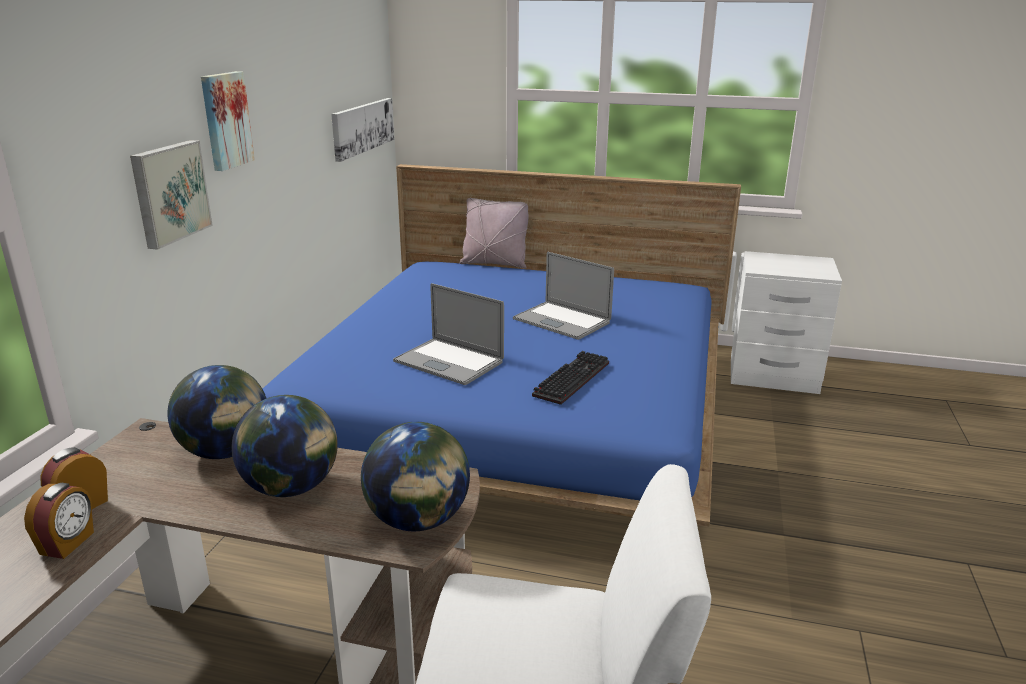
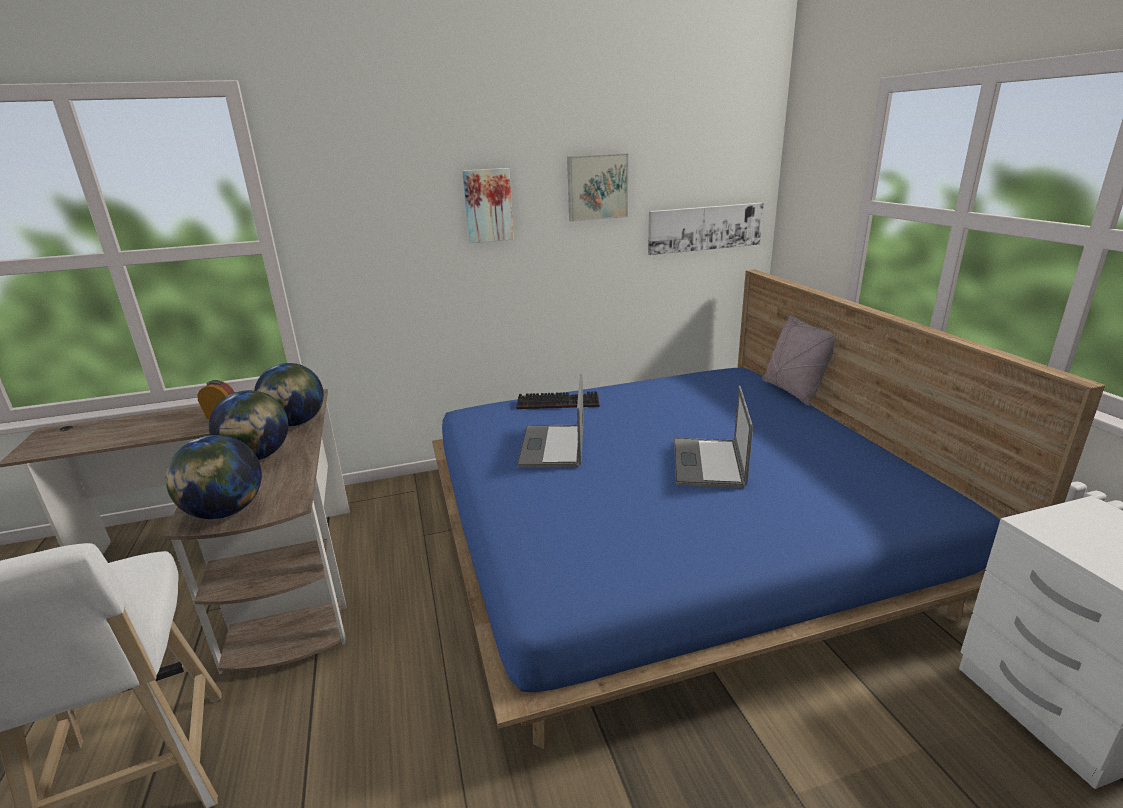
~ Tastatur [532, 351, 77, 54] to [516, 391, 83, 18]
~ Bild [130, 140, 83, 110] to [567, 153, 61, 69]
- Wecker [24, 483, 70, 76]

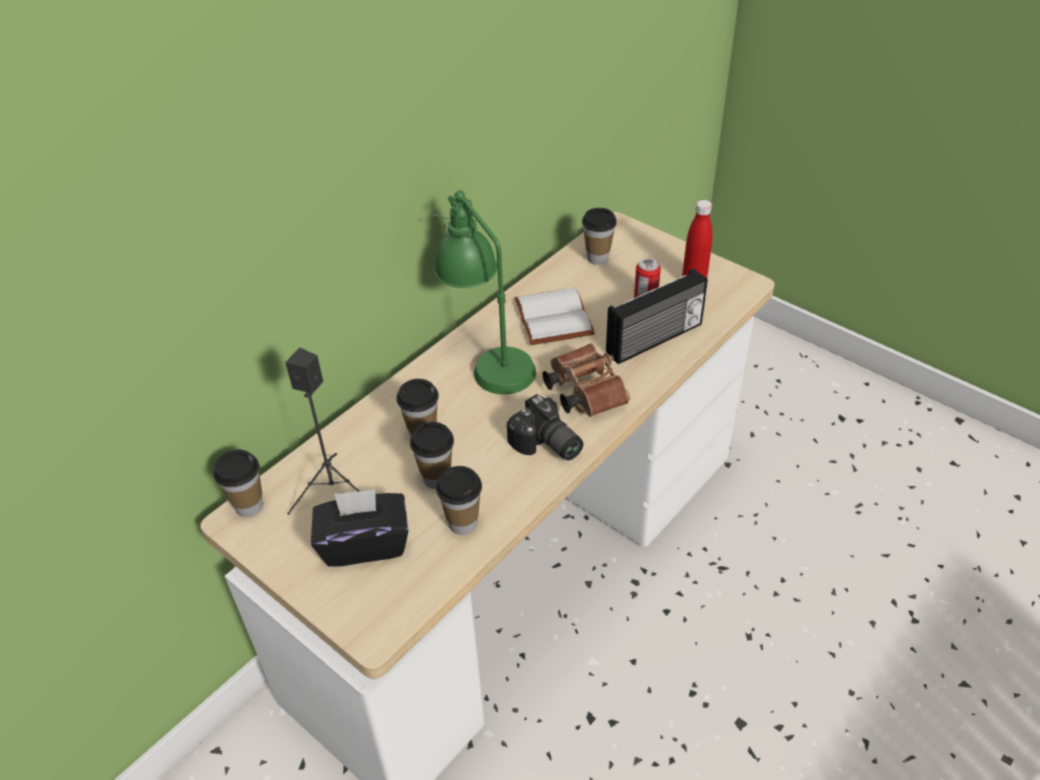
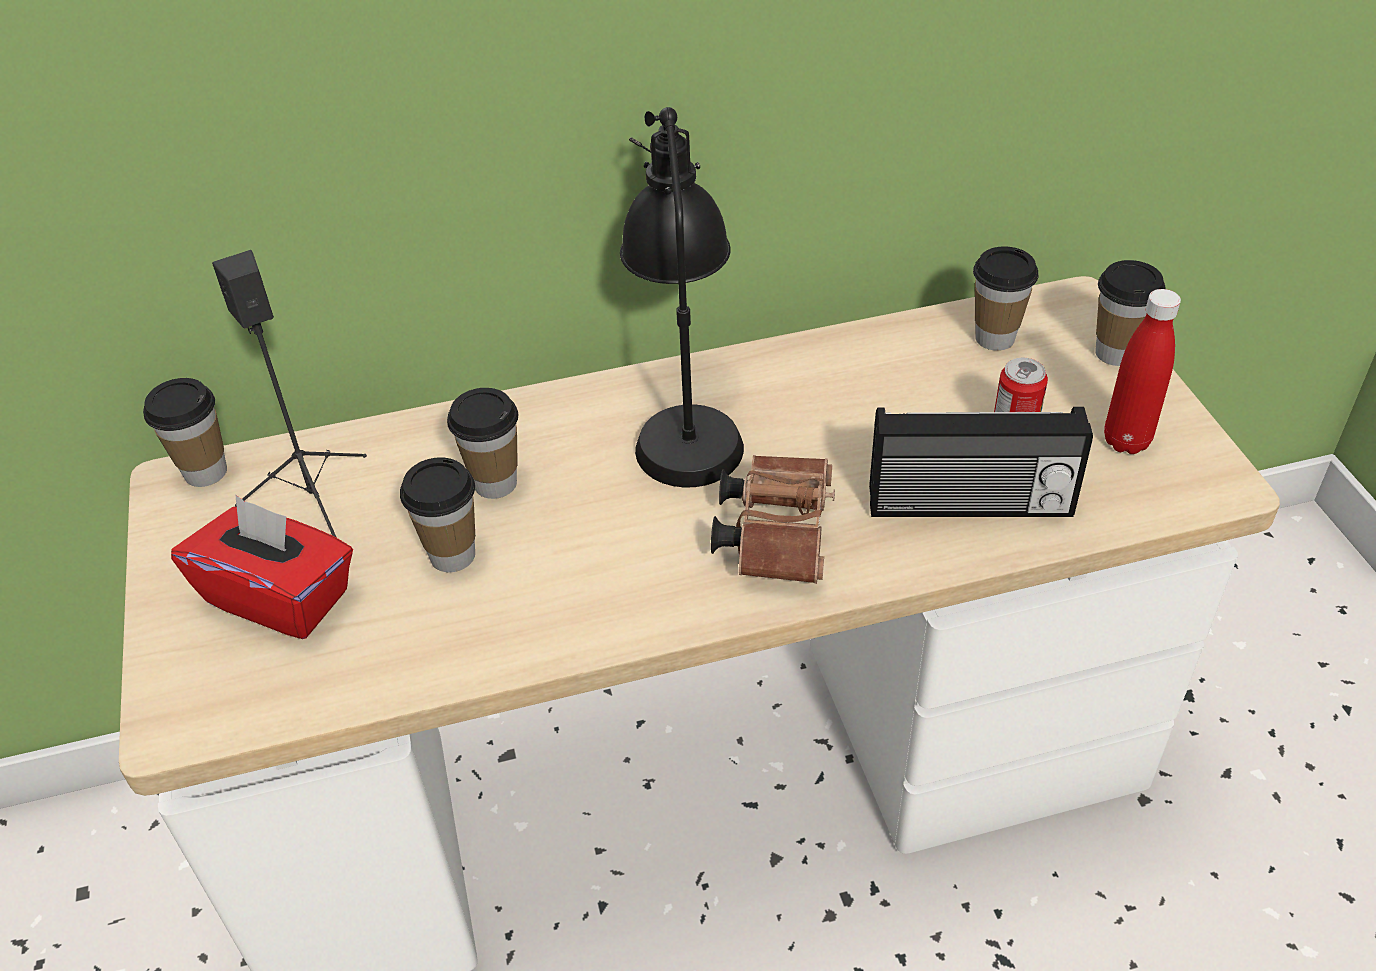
~ Taschentuchbox/schwarz [311, 489, 98, 78] to Taschentuchbox/rot [171, 495, 182, 144]
~ Tischlampe/grün [433, 190, 103, 205] to Tischlampe/schwarz [620, 107, 124, 380]
~ Tasse [436, 466, 46, 69] to [1095, 260, 71, 106]
- Kamera [507, 394, 76, 66]
- Buch/weiß [514, 288, 81, 57]

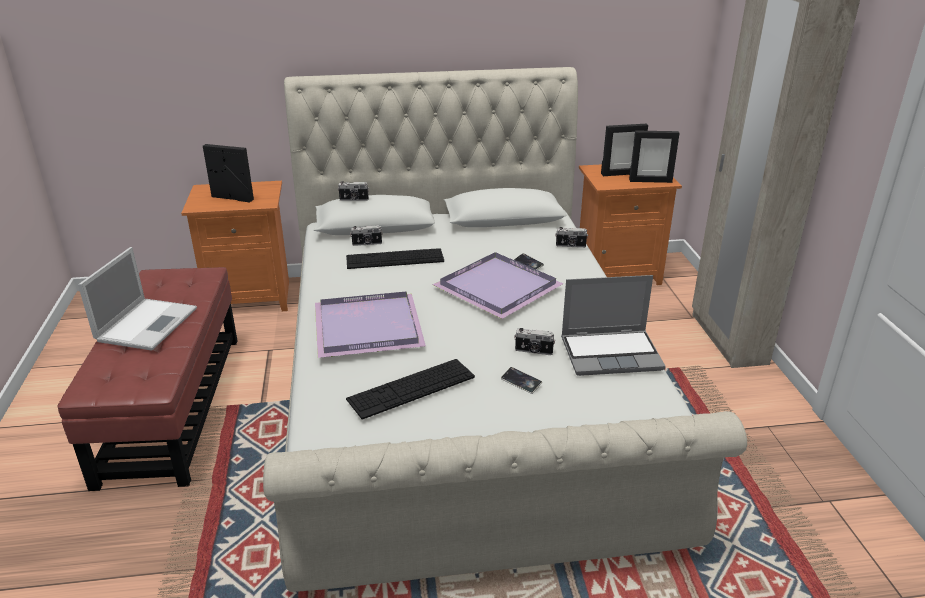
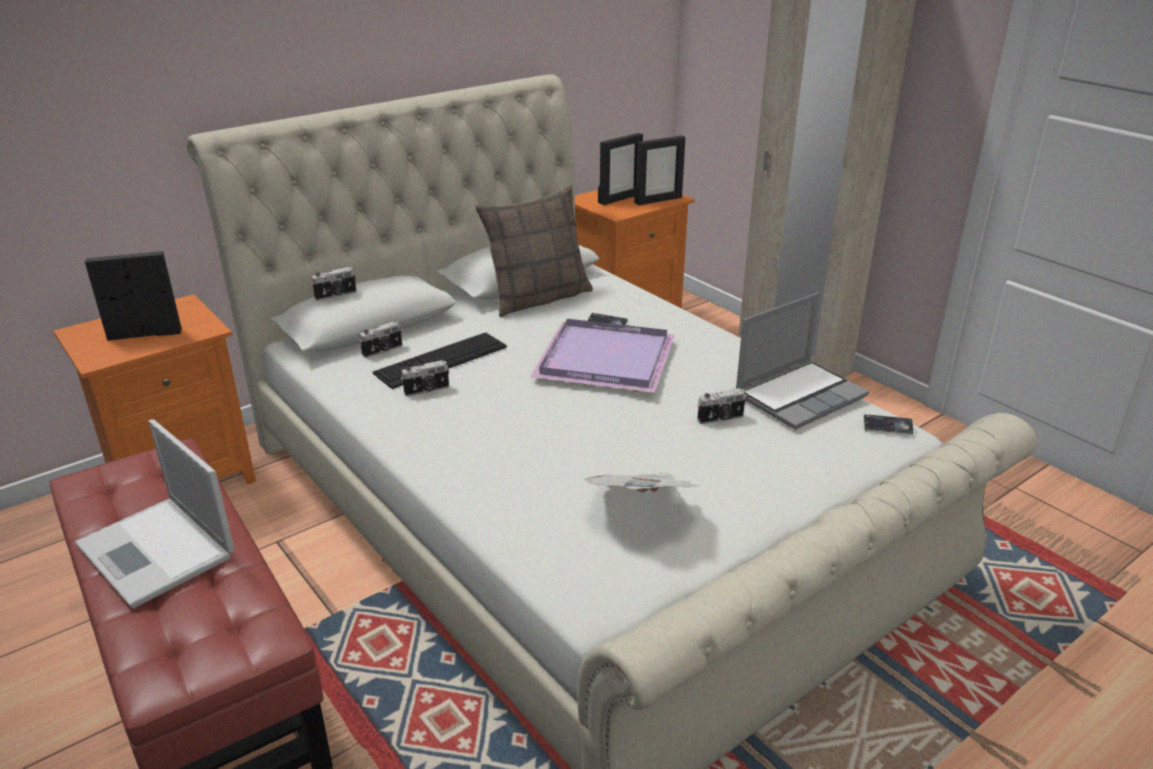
~ Laptop [78, 247, 119, 104] = [75, 419, 160, 190] 150 degrees clockwise
~ Kamera [555, 227, 33, 21] to [401, 360, 49, 37]
+ Kissen [475, 185, 118, 132]
~ Tastatur [346, 359, 129, 61] to Zeitung [585, 473, 113, 20]
~ Handy [501, 367, 41, 27] to [863, 414, 51, 22]
- Tablett/lila [315, 292, 111, 66]

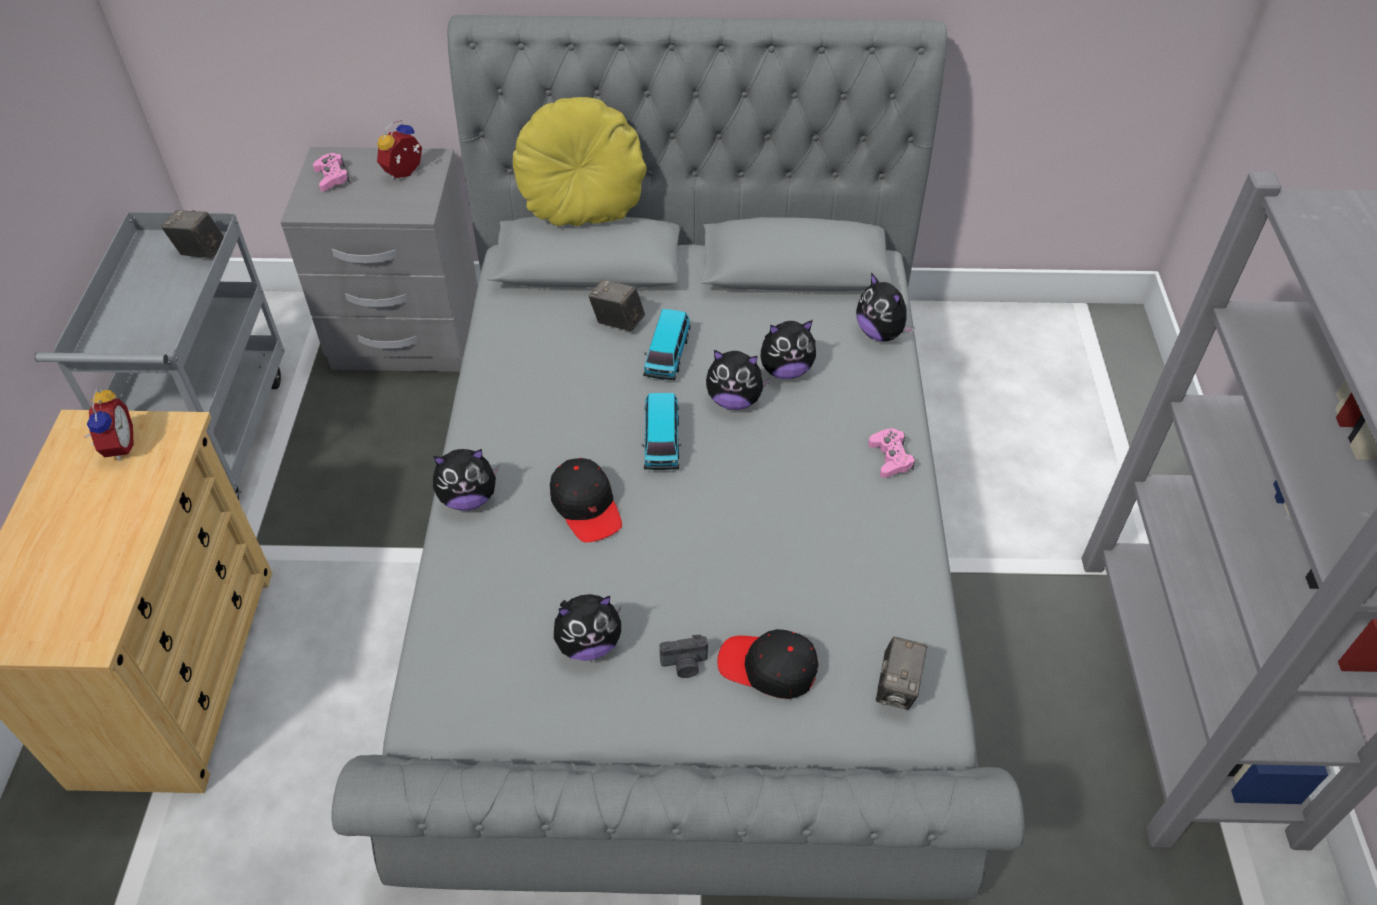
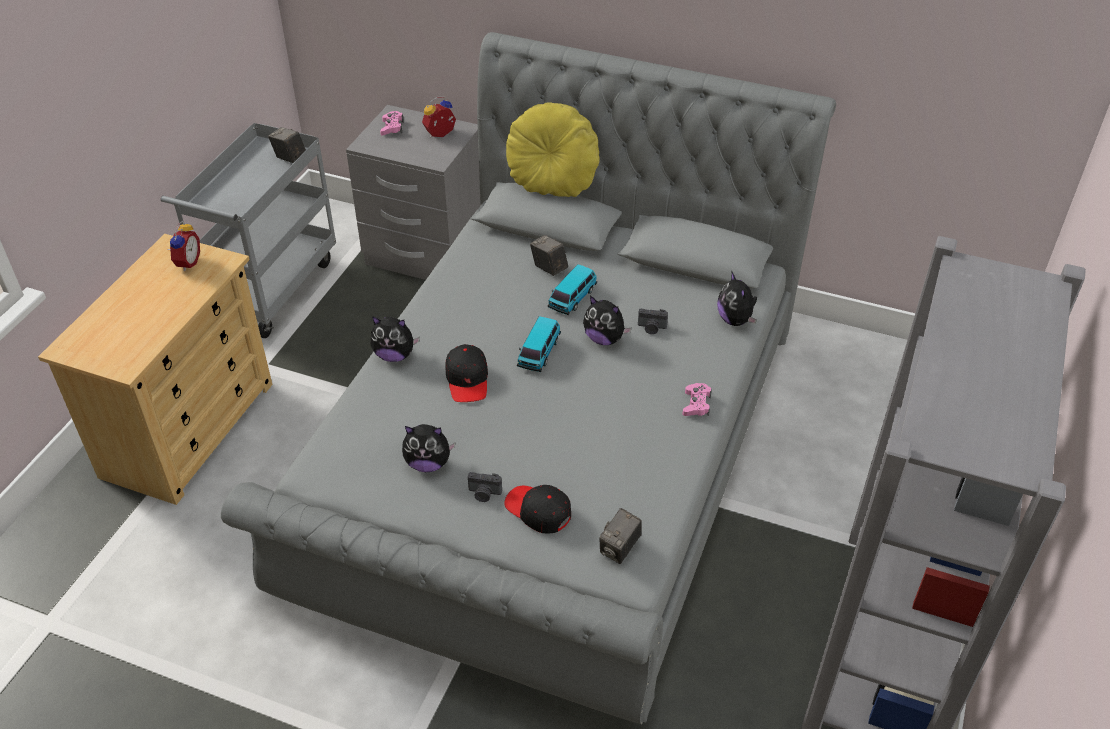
~ Plüschtier [761, 320, 55, 59] to Kamera [638, 309, 30, 25]

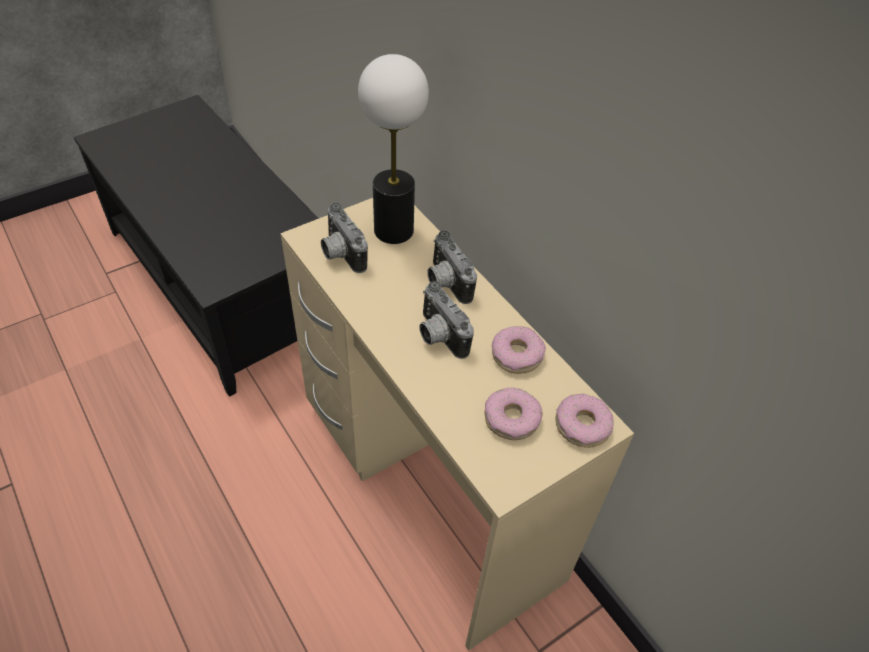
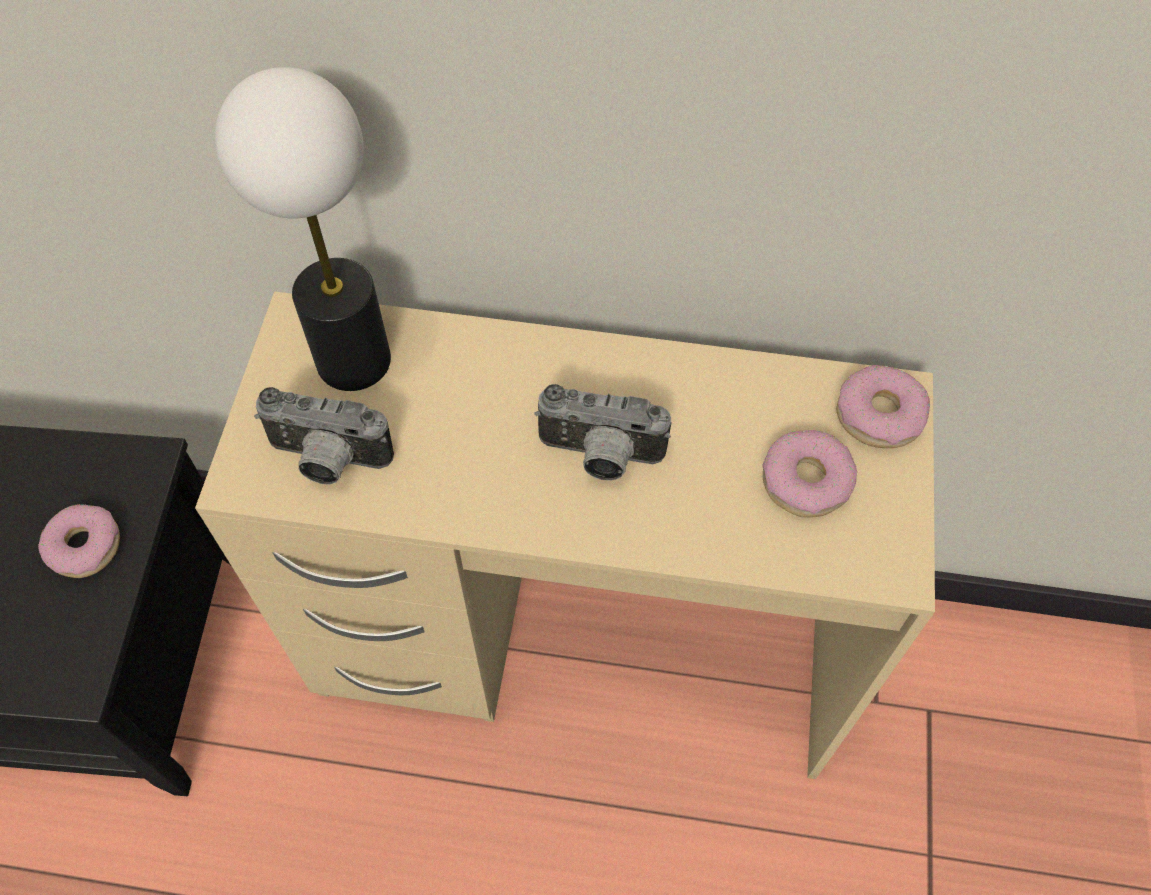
~ Donut [492, 326, 54, 48] to [38, 504, 82, 74]
- Kamera [427, 230, 50, 74]

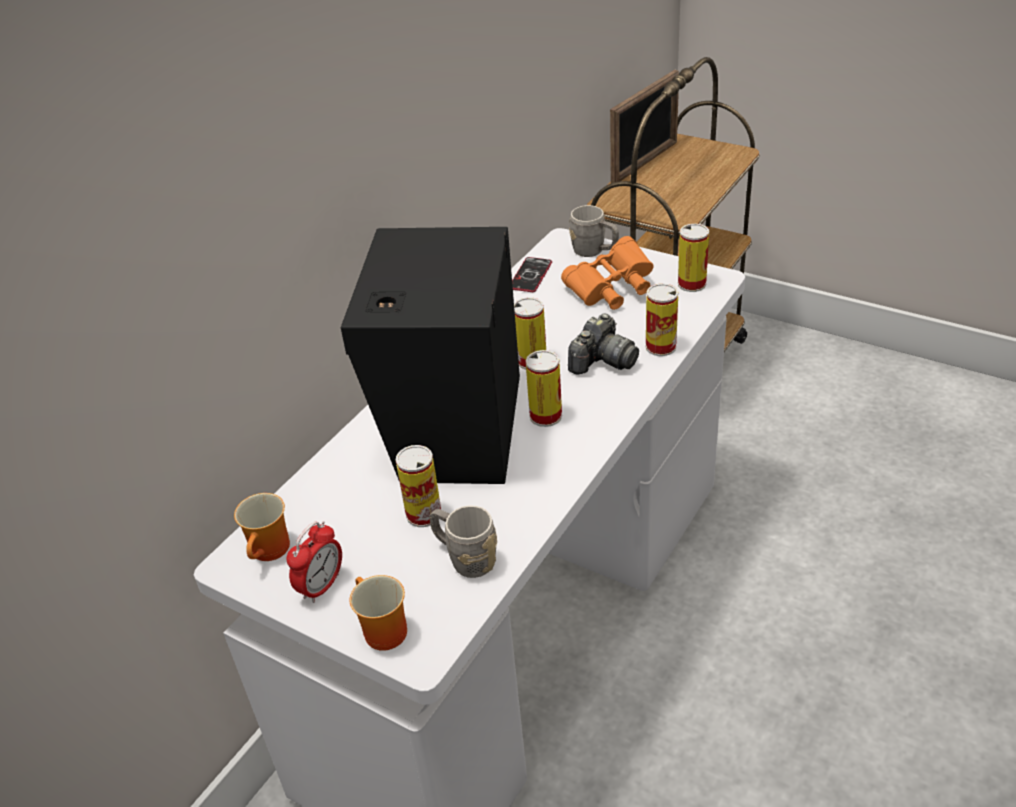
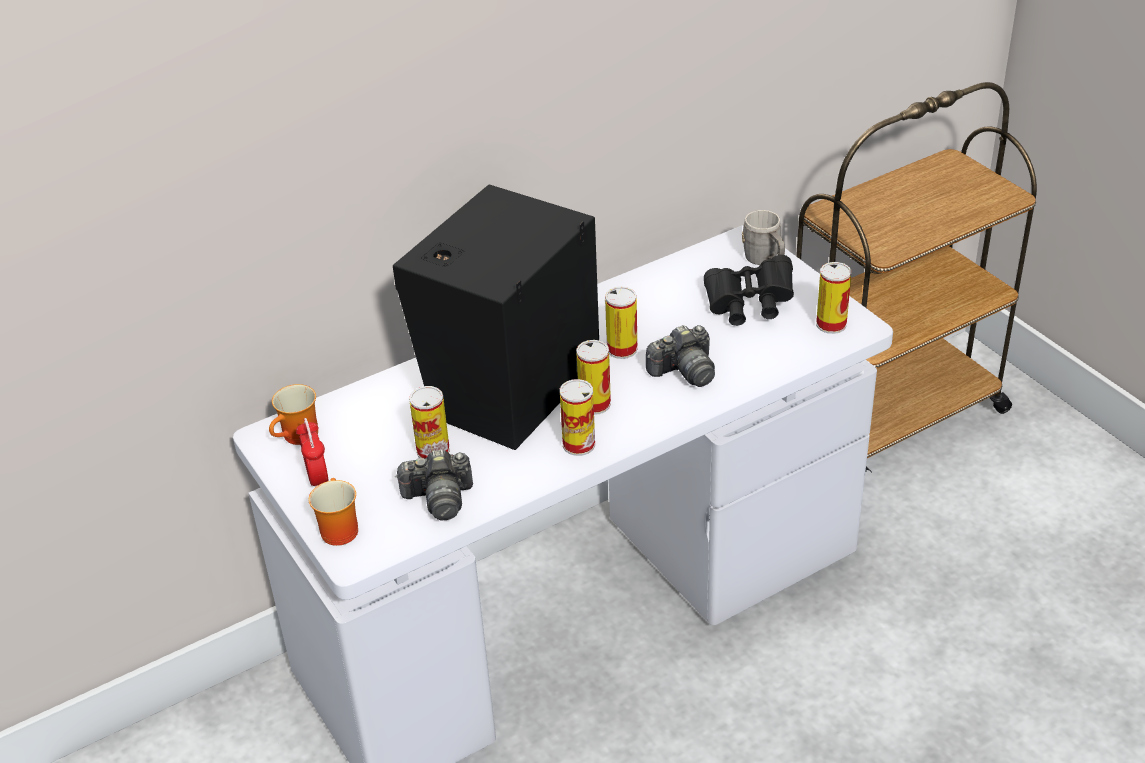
~ Wecker [287, 521, 55, 82] = [296, 418, 32, 69] 75 degrees counterclockwise
~ Henkelbecher/grau [429, 505, 68, 73] to Kamera [395, 449, 78, 71]
~ Dose [646, 283, 32, 73] to [560, 379, 35, 77]
~ Fernglas/orange [561, 236, 93, 74] to Fernglas/schwarz [704, 255, 90, 71]
- Handy [512, 257, 40, 35]
- Bilderrahmen [610, 70, 69, 113]

